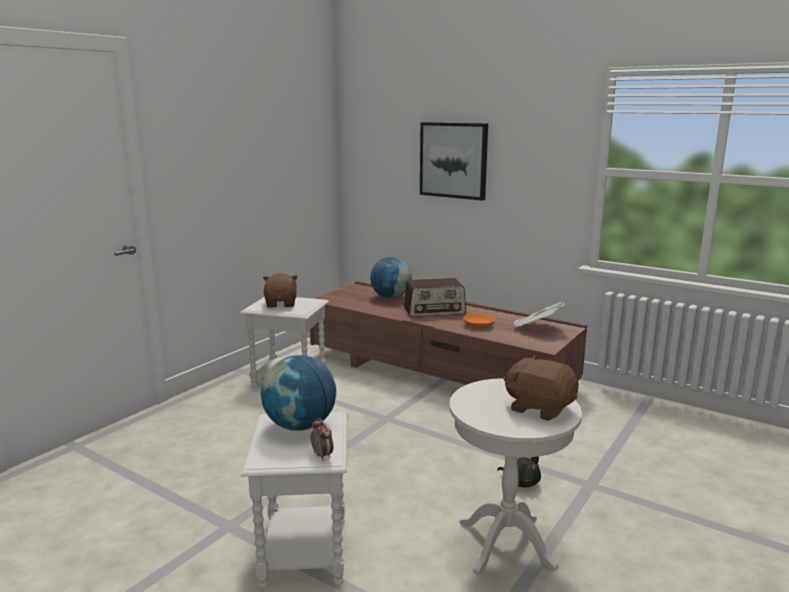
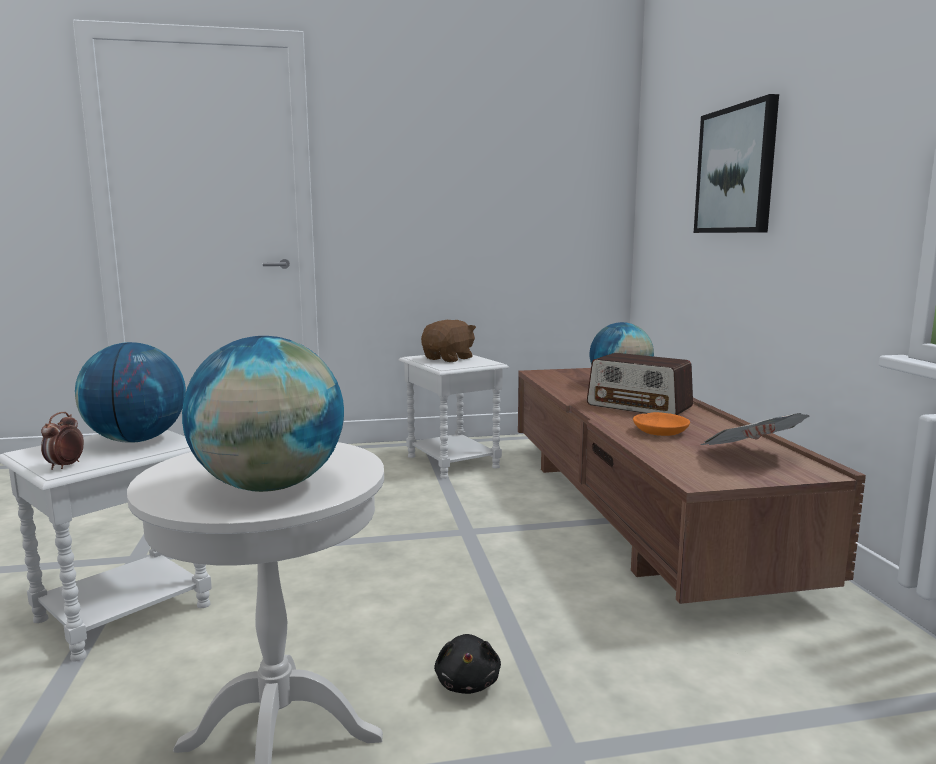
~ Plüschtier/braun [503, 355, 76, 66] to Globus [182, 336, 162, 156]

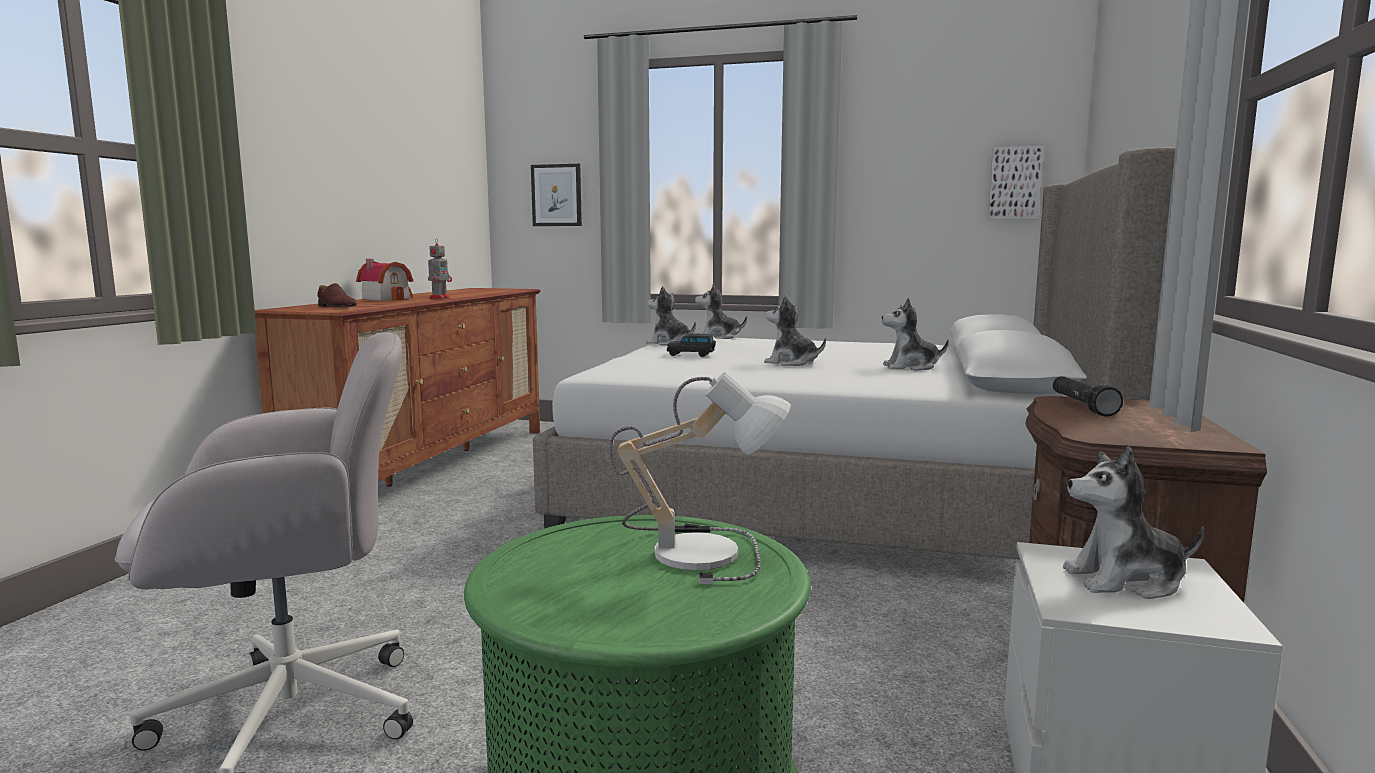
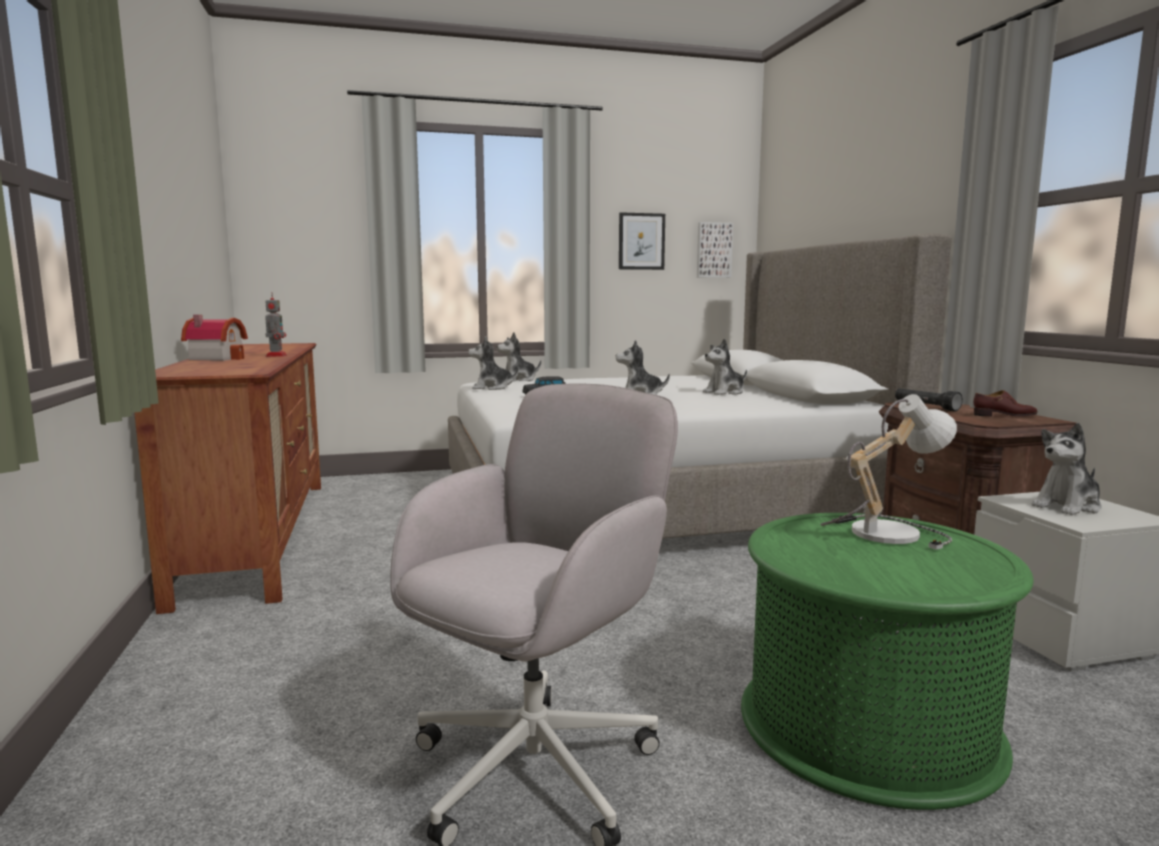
~ Bild [531, 164, 51, 62] to [619, 212, 46, 58]
~ Schuh/braun [317, 283, 40, 25] to [974, 390, 64, 27]

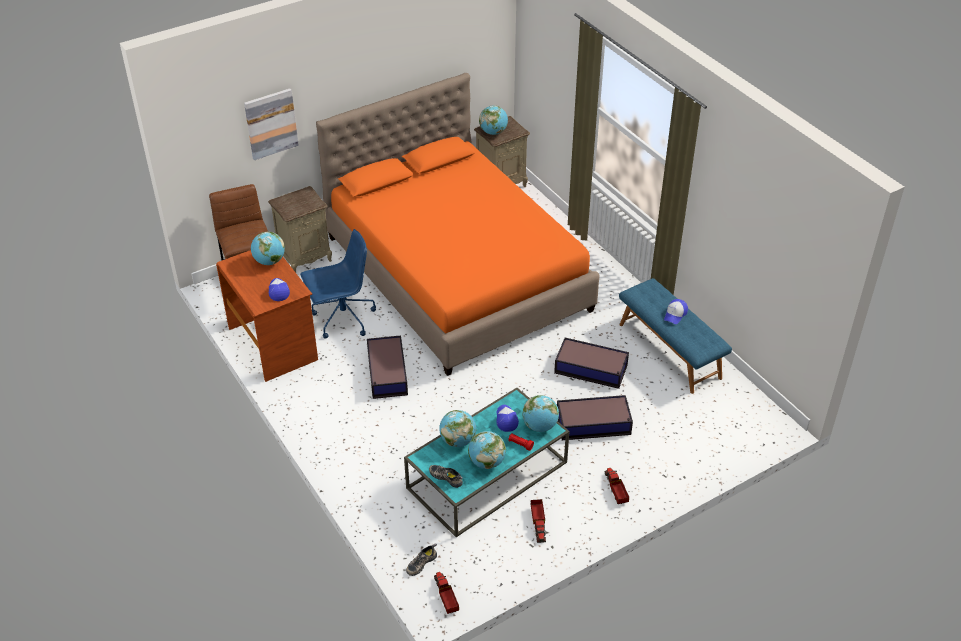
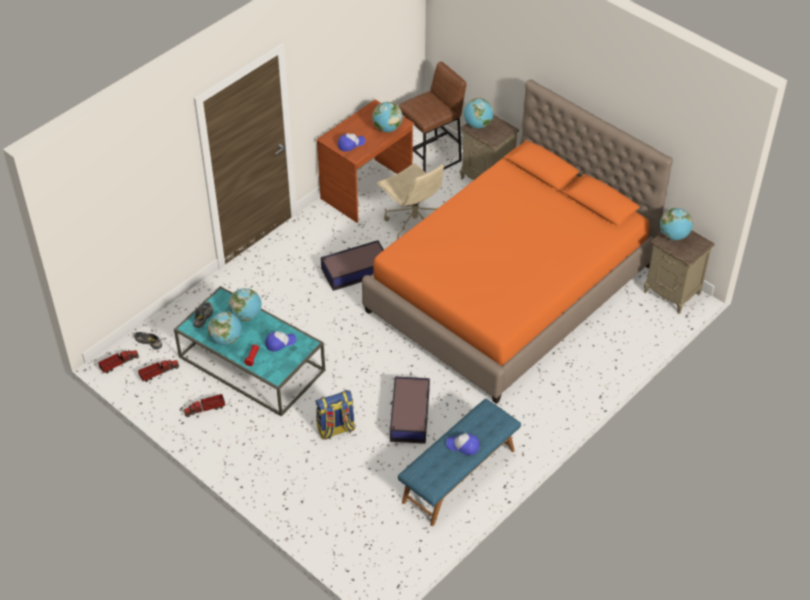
~ Spielzeuglaster [605, 468, 24, 36] to [138, 359, 41, 23]
~ Aufbewahrungsbox [557, 395, 76, 45] to Rucksack [315, 390, 40, 50]
~ Bürostuhl/blau [300, 229, 76, 109] to Bürostuhl/beige [377, 164, 67, 75]
~ Globus [522, 395, 37, 37] to [464, 98, 30, 30]
- Bild [244, 88, 55, 72]

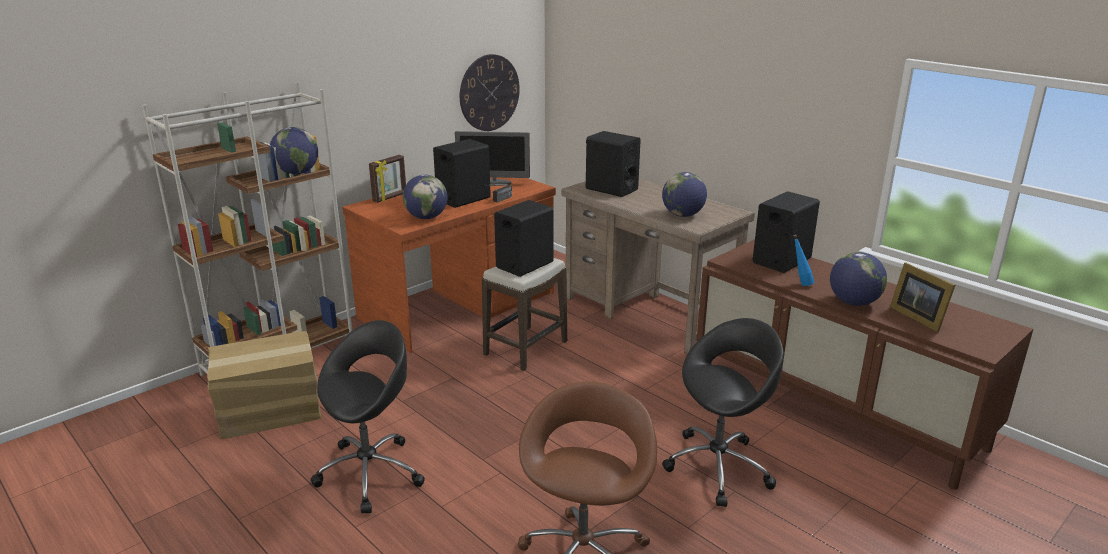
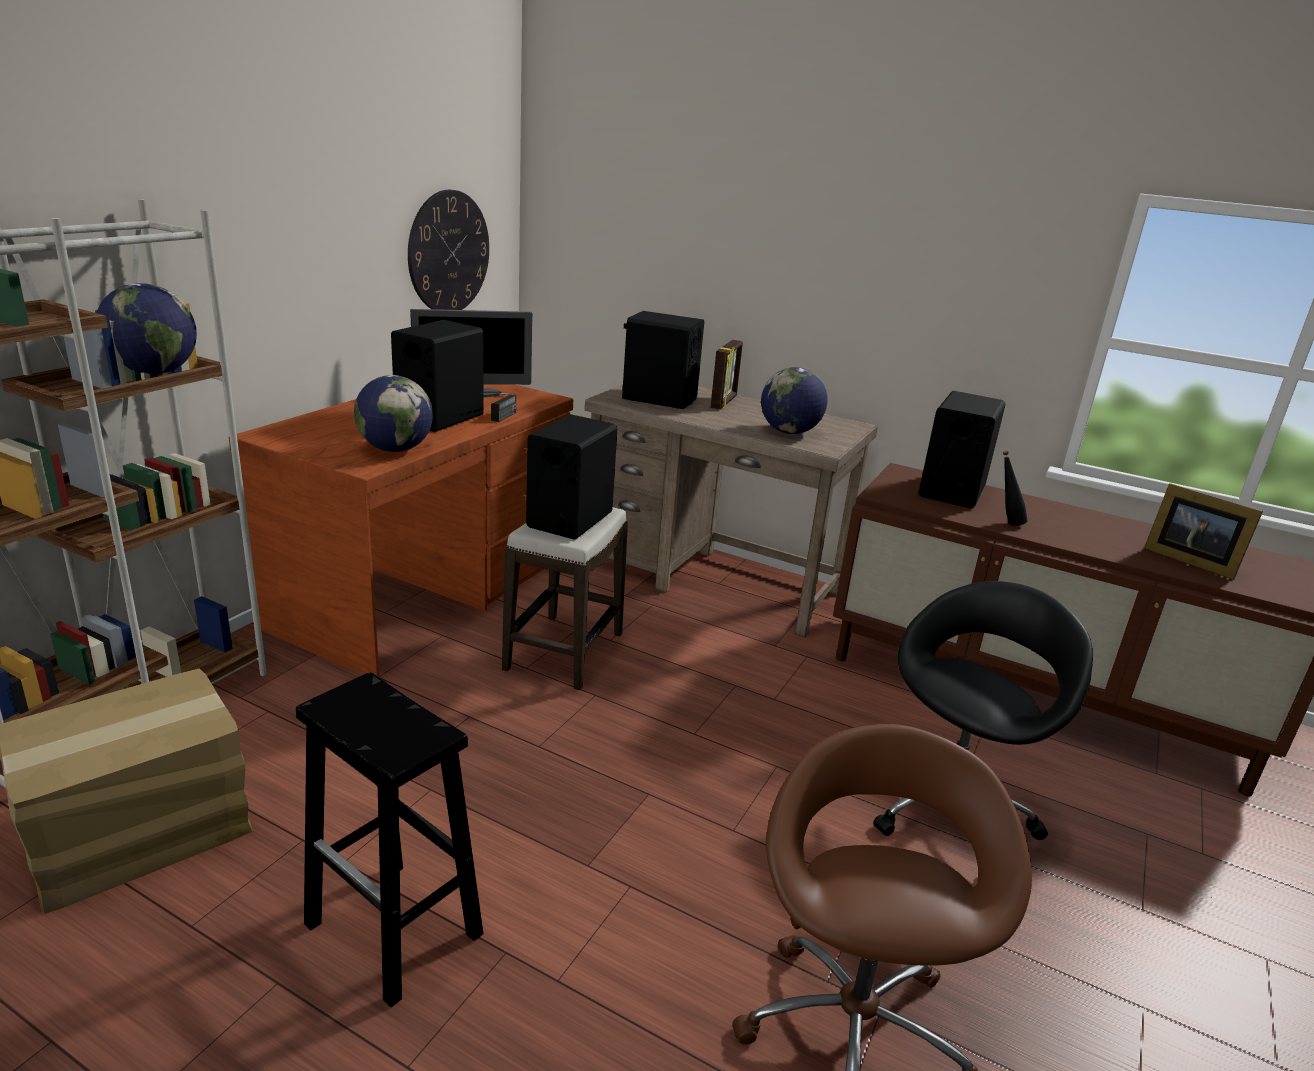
~ Bürostuhl/schwarz [311, 320, 114, 194] to Hocker/schwarz [296, 672, 187, 336]
~ Bilderrahmen [369, 155, 37, 48] to [710, 340, 33, 70]
~ Flasche/blau [793, 235, 21, 51] to Flasche/schwarz [1003, 451, 25, 75]
- Globus [830, 252, 57, 54]

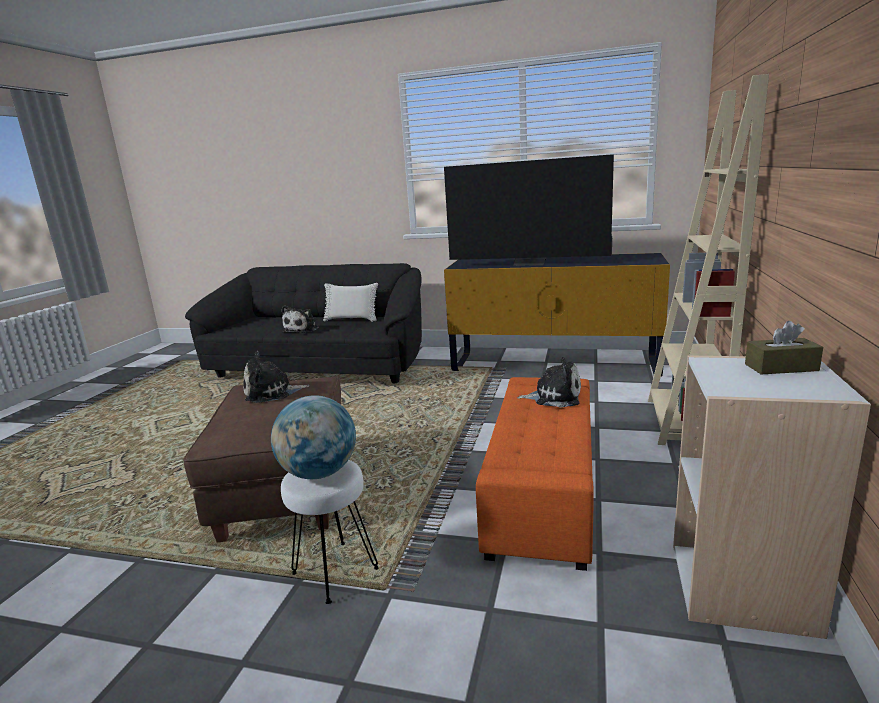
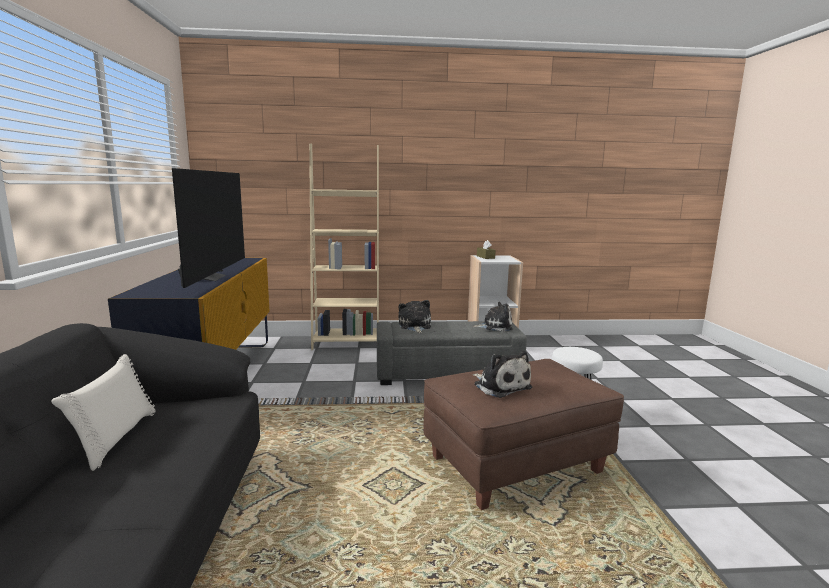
~ Polsterhocker/orange [476, 377, 118, 194] to Polsterhocker/grau [377, 321, 150, 64]
~ Plüschtier [282, 305, 37, 28] to [472, 302, 41, 29]
- Globus [271, 395, 85, 84]

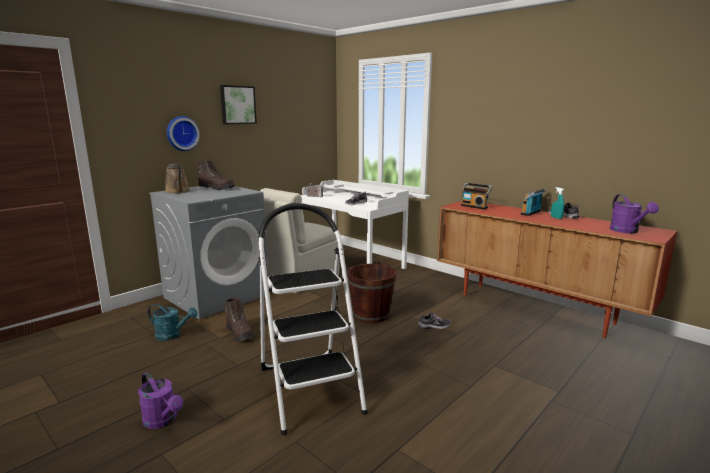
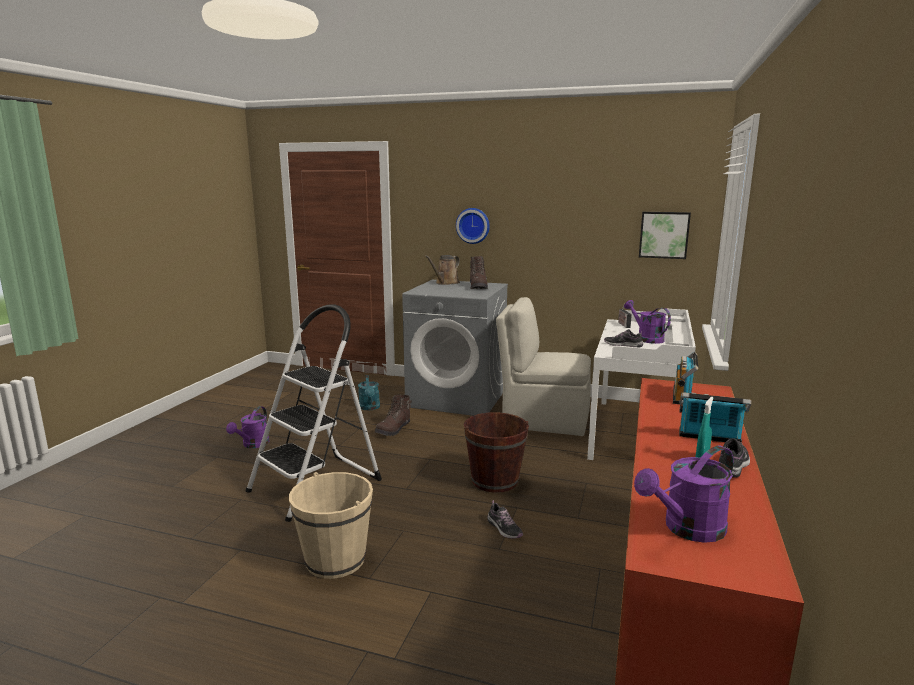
+ Eimer/beige [289, 472, 84, 107]
+ Gießkanne/lila [624, 300, 47, 44]
~ Bild [220, 85, 37, 39] to [639, 212, 52, 47]

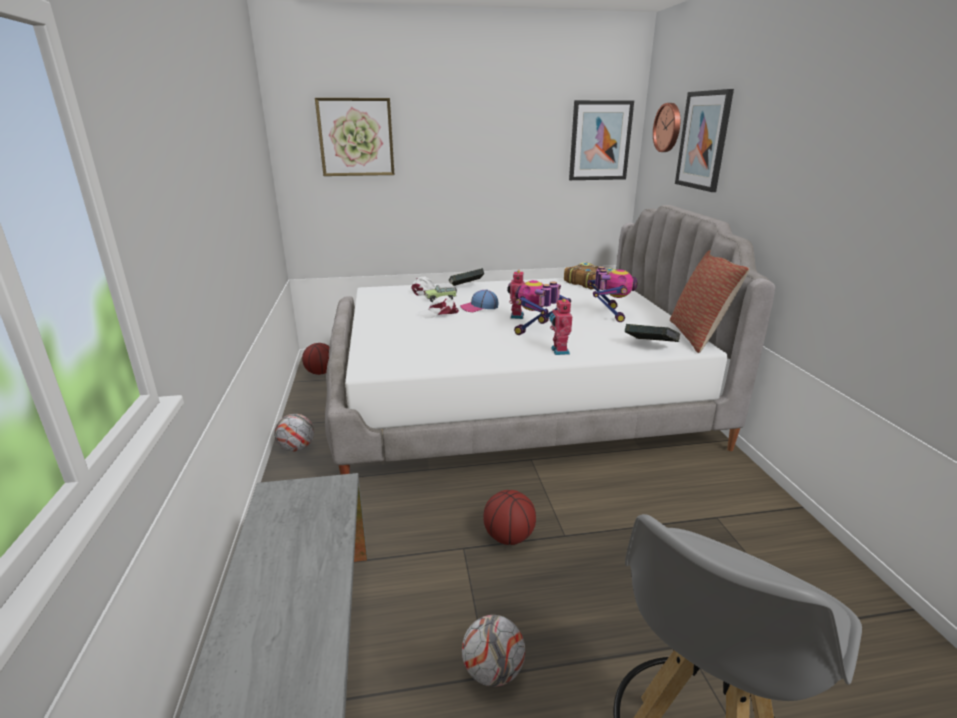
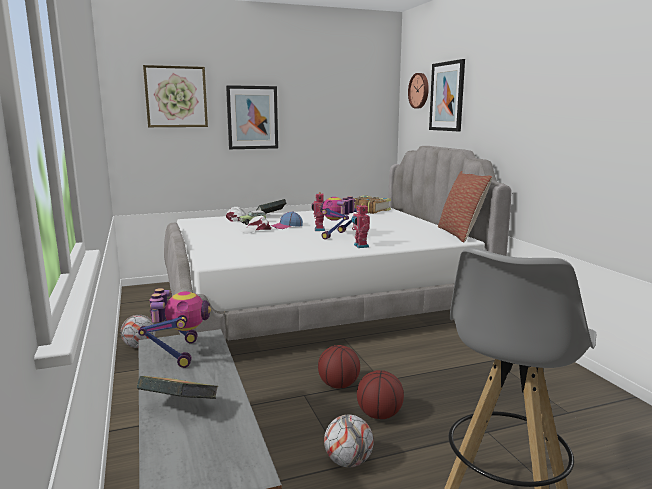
~ Buch [625, 324, 55, 18] to [137, 376, 81, 23]
~ Spielzeugroboter [587, 266, 51, 56] to [138, 288, 73, 80]
~ Bild [569, 100, 65, 80] to [226, 85, 52, 64]
~ Basketball [302, 343, 27, 32] to [357, 370, 47, 49]

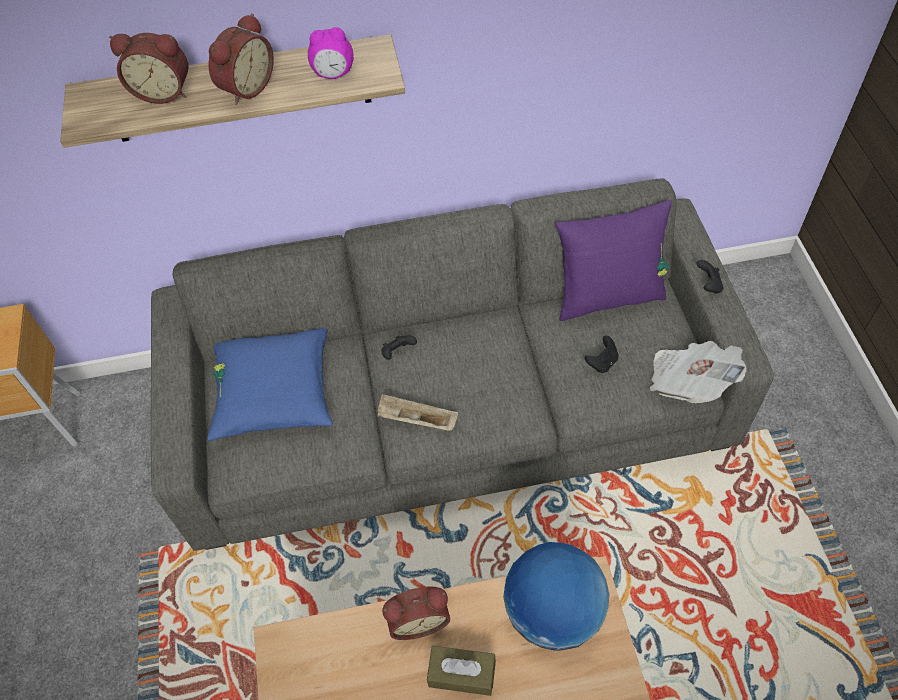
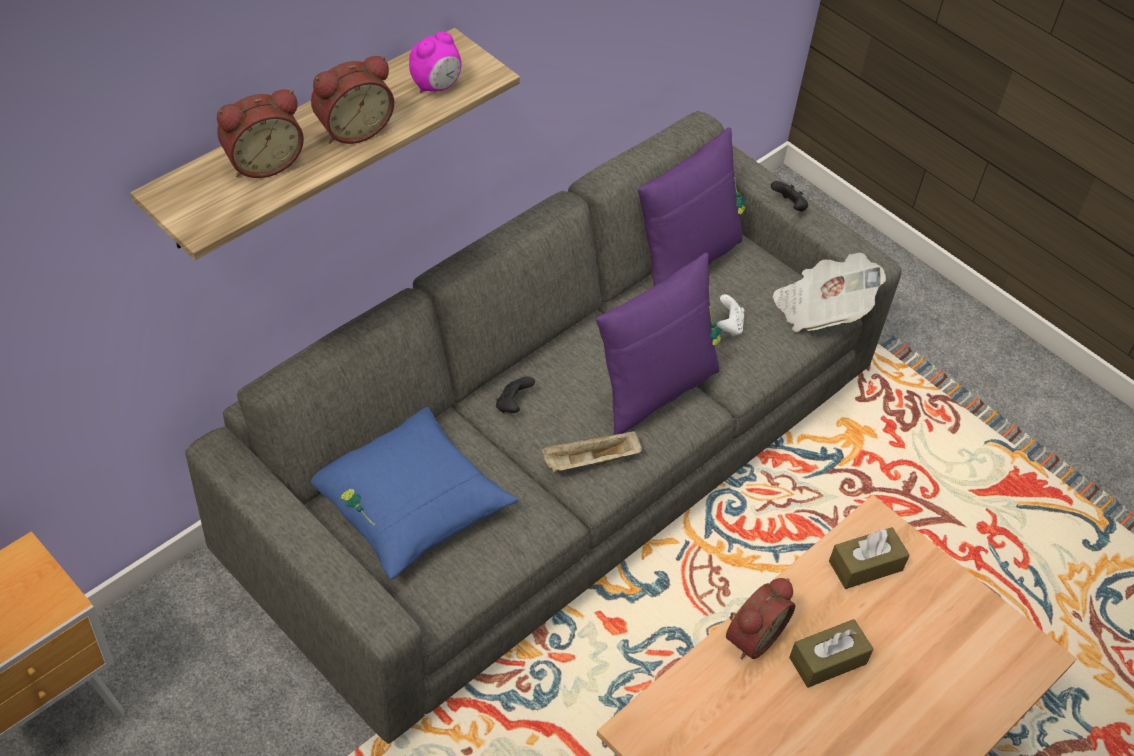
~ Wecker [209, 13, 65, 92] = [311, 56, 83, 88] 60 degrees clockwise
+ Kissen/lila [596, 253, 127, 182]
~ Gamepad/schwarz [585, 336, 33, 37] to Gamepad/weiß [717, 294, 27, 42]
~ Globus [503, 542, 106, 109] to Taschentuchbox/braun [829, 527, 81, 62]

